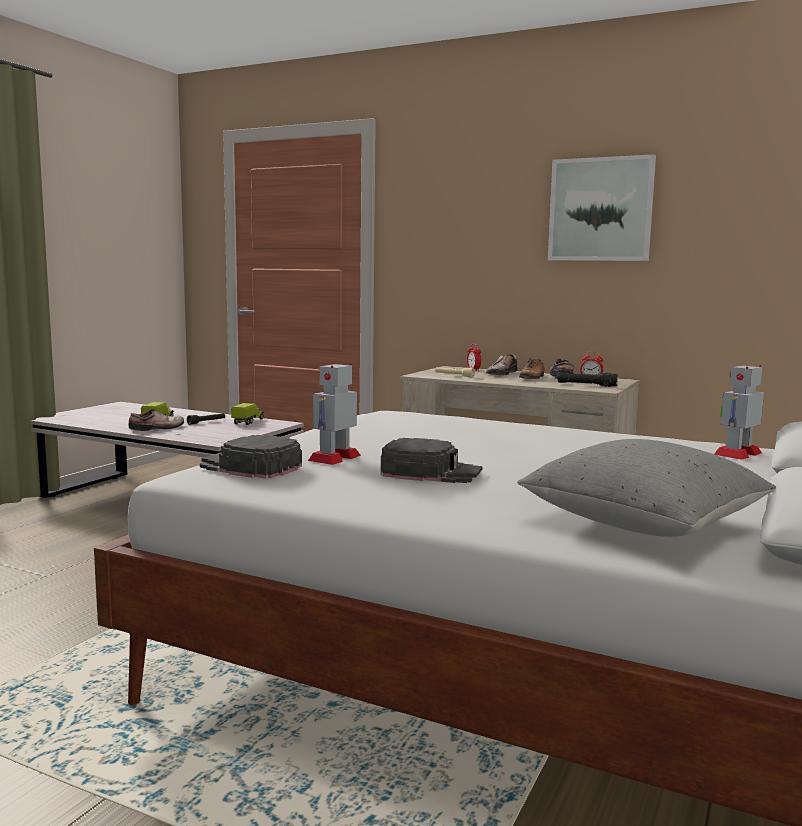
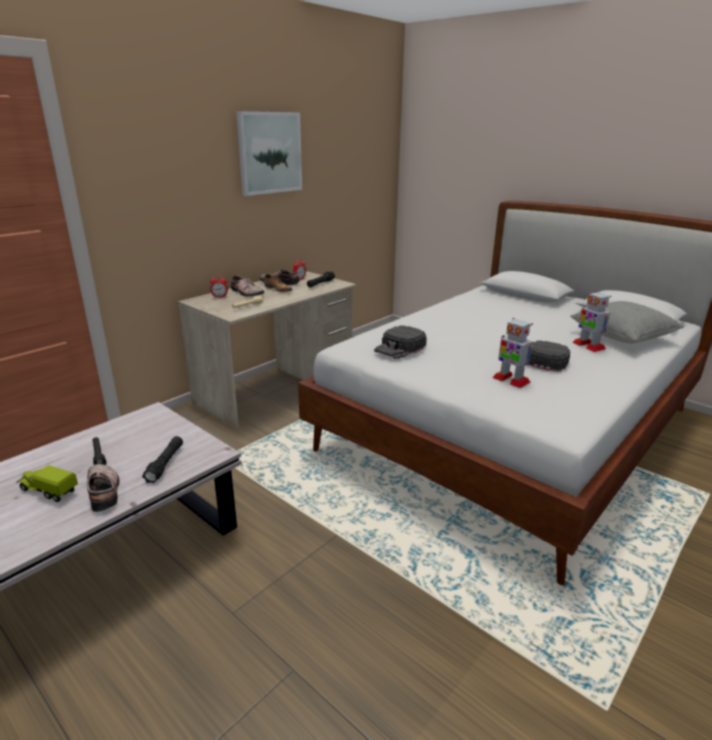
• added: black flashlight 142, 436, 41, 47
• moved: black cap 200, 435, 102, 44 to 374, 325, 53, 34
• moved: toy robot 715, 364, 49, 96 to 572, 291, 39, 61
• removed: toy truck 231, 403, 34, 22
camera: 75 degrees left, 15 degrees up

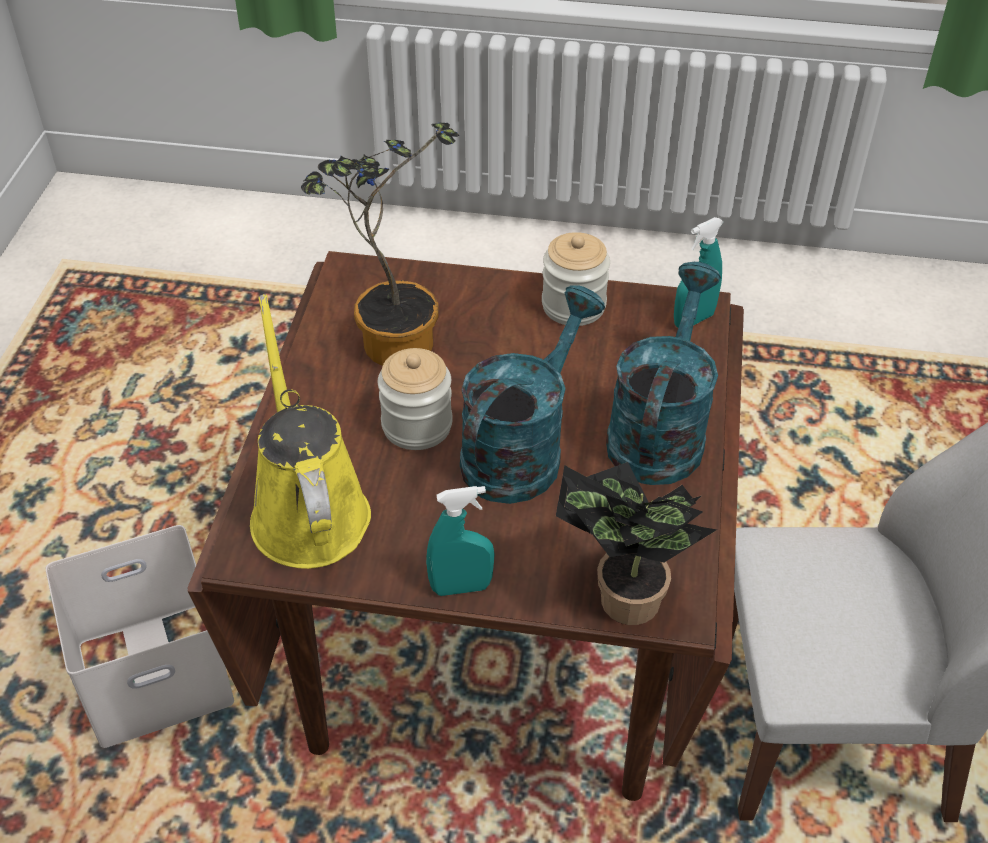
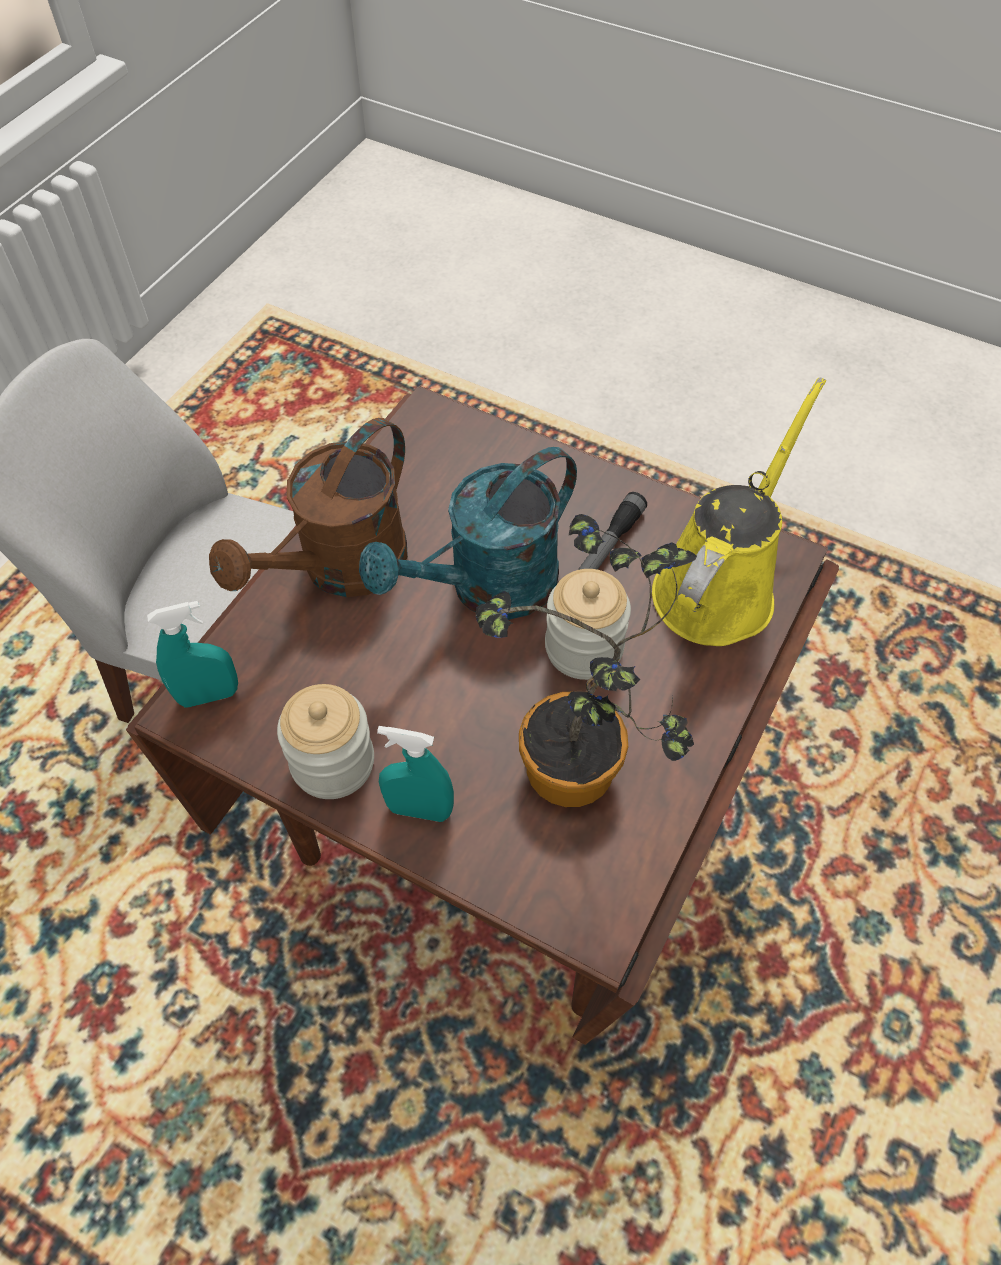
• recoloured: turquoise watering can 606, 262, 115, 223 to brown watering can 209, 418, 199, 179
• moved: turquoise spray bottle 426, 486, 69, 110 to 377, 726, 77, 96
• added: flashlight 578, 492, 69, 78
• turned: yellow watering can 250, 294, 121, 275 = 652, 378, 174, 268 150 degrees counterclockwise
• removed: white storage box 46, 525, 188, 223
• removed: potted plant 556, 462, 161, 163
camera: 160 degrees left, 10 degrees up

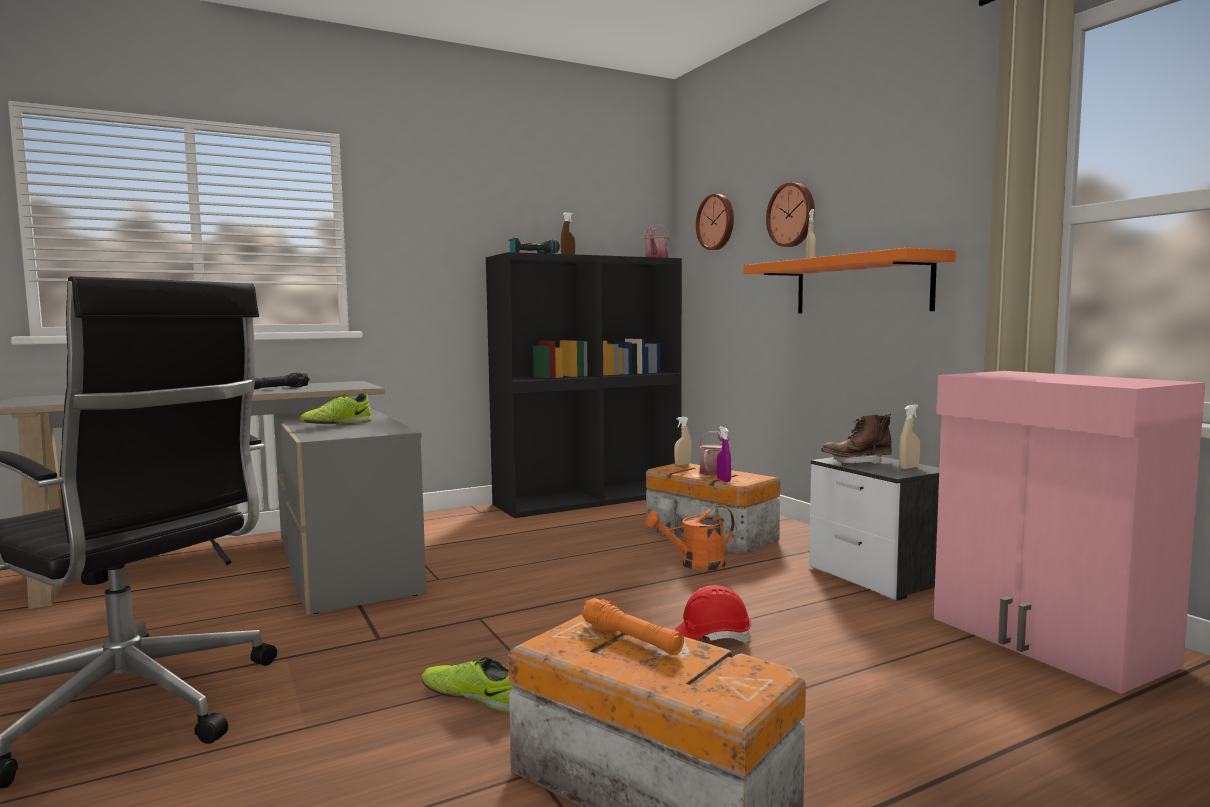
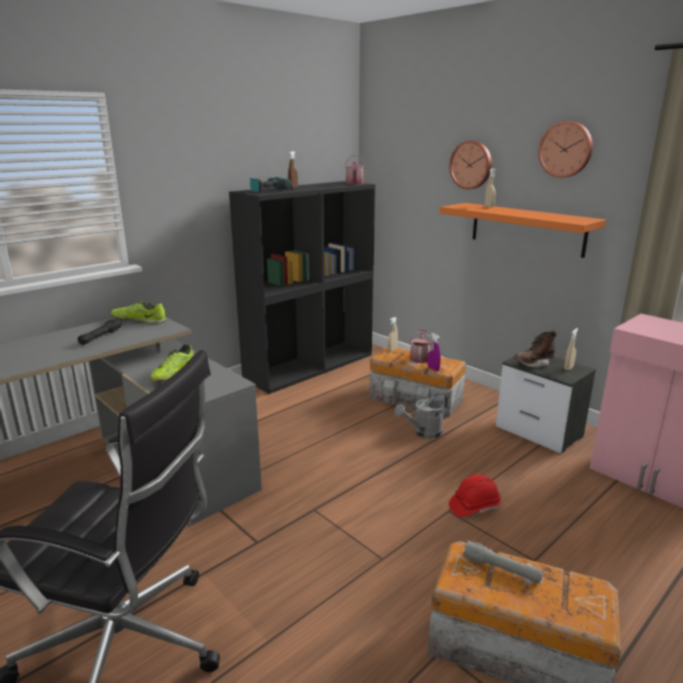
• moved: shoe 422, 657, 94, 56 to 111, 301, 55, 23
• recoloured: orange watering can 645, 506, 89, 65 to grey watering can 394, 392, 54, 46
• recoloured: orange flashlight 581, 598, 103, 57 to grey flashlight 463, 540, 80, 44
• moved: wall clock 696, 194, 38, 56 to 538, 121, 55, 57
camera: 15 degrees left, 15 degrees up

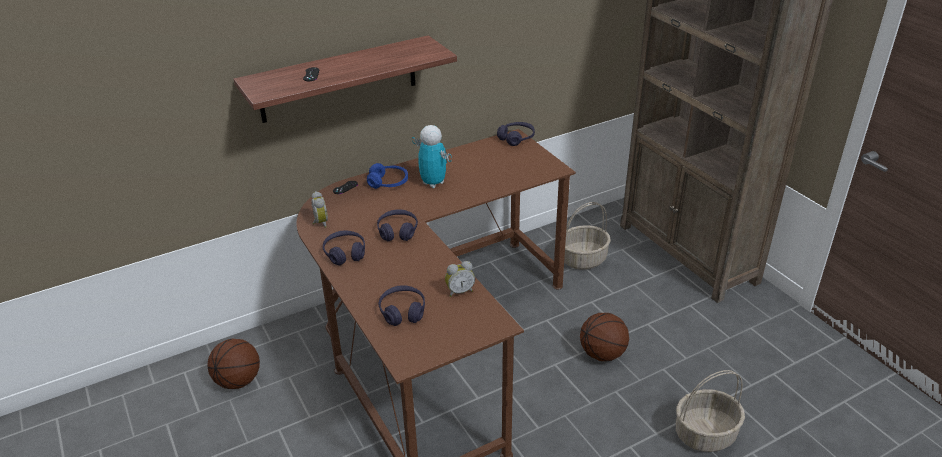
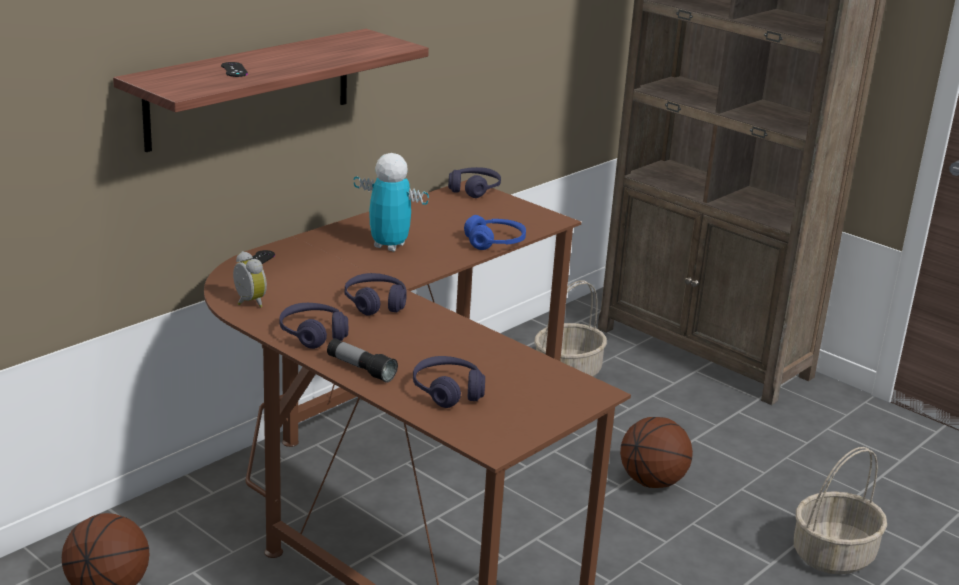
• added: flashlight 327, 338, 71, 45
• moved: blue headphones 367, 163, 41, 26 to 464, 215, 62, 35
• removed: alarm clock 445, 261, 30, 36
camera: 20 degrees left, 10 degrees down

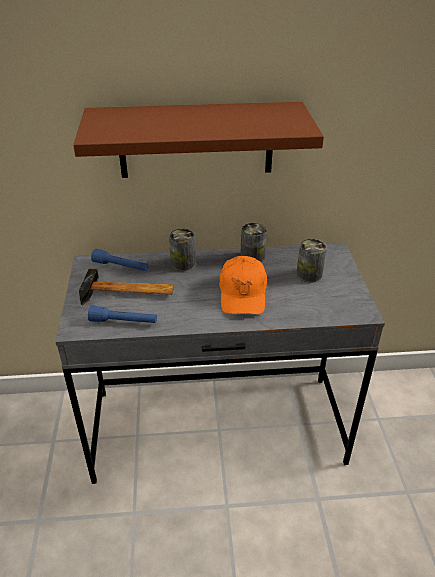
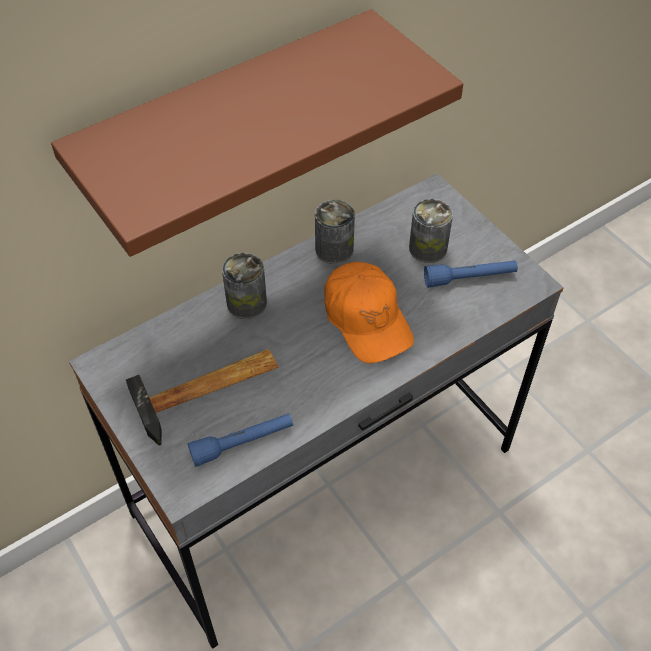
• moved: blue flashlight 91, 249, 58, 22 to 424, 260, 94, 28
camera: 30 degrees left, 15 degrees up

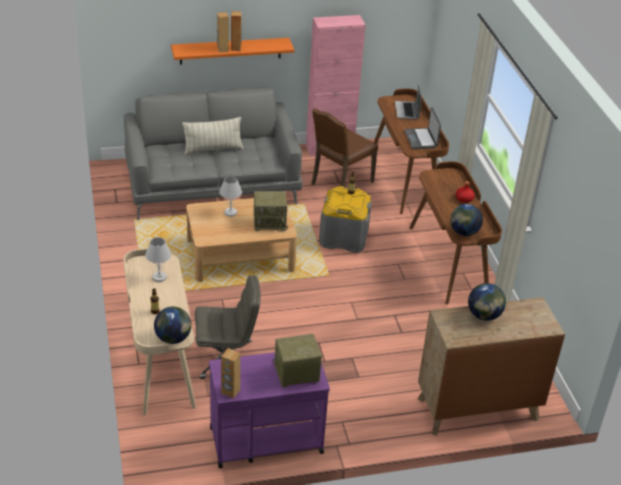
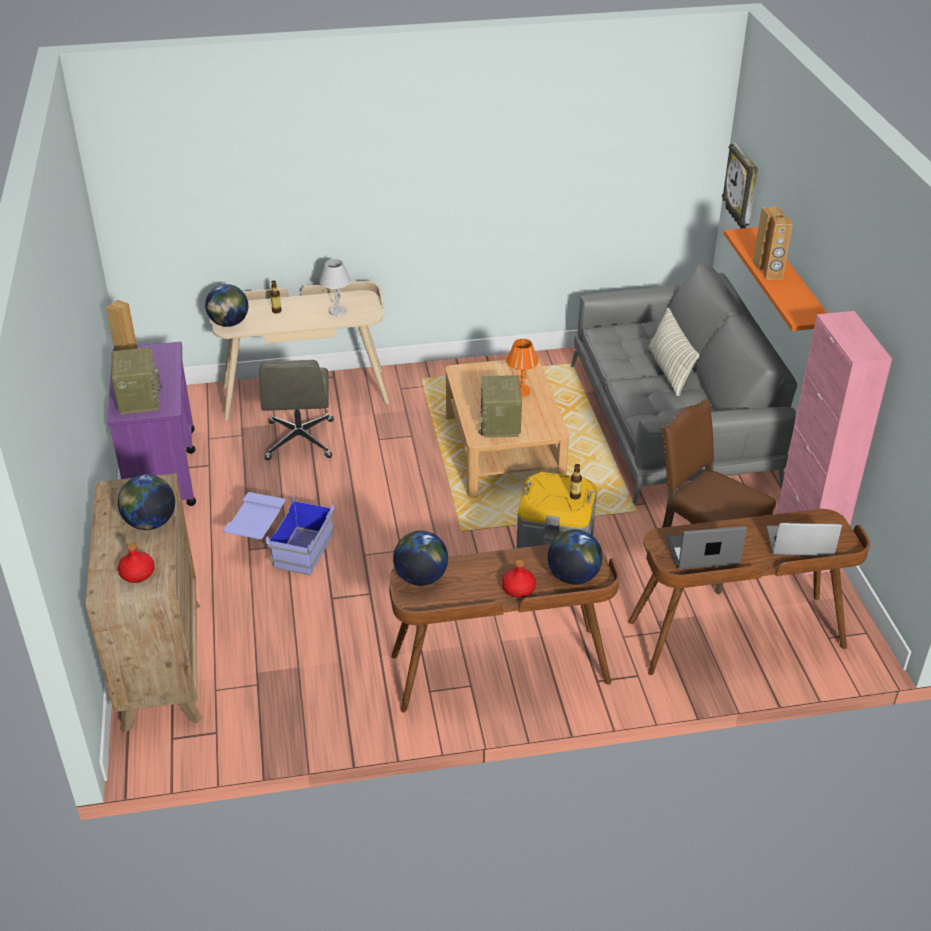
• added: red bottle 118, 543, 37, 40
• added: blue storage box 223, 492, 112, 83
• recoloured: white table lamp 219, 176, 23, 41 to orange table lamp 506, 339, 32, 58
• added: globe 548, 529, 55, 56
• added: wall clock 722, 143, 36, 86
camera: 95 degrees right, 0 degrees up

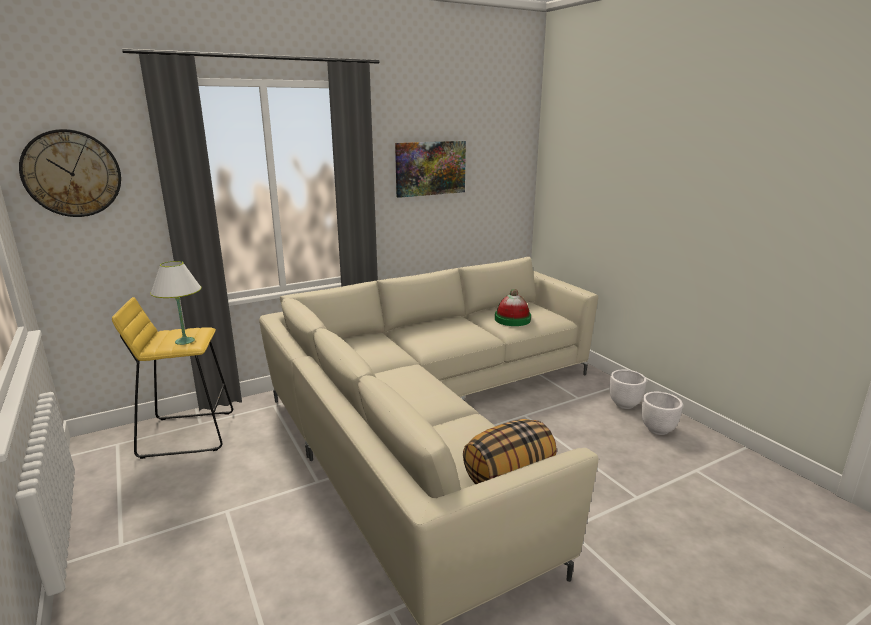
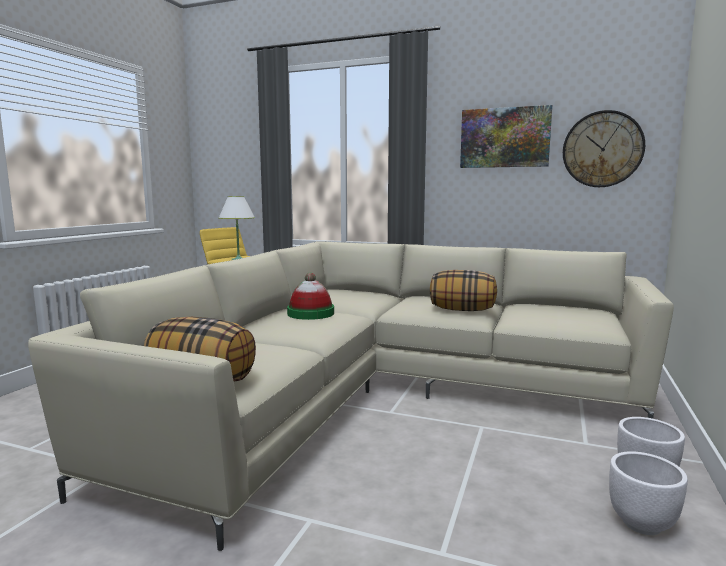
• moved: hat 495, 289, 36, 37 to 287, 273, 47, 47
• added: pillow 430, 270, 67, 41
• moved: wall clock 19, 129, 102, 88 to 563, 110, 82, 77
camera: 50 degrees right, 10 degrees down

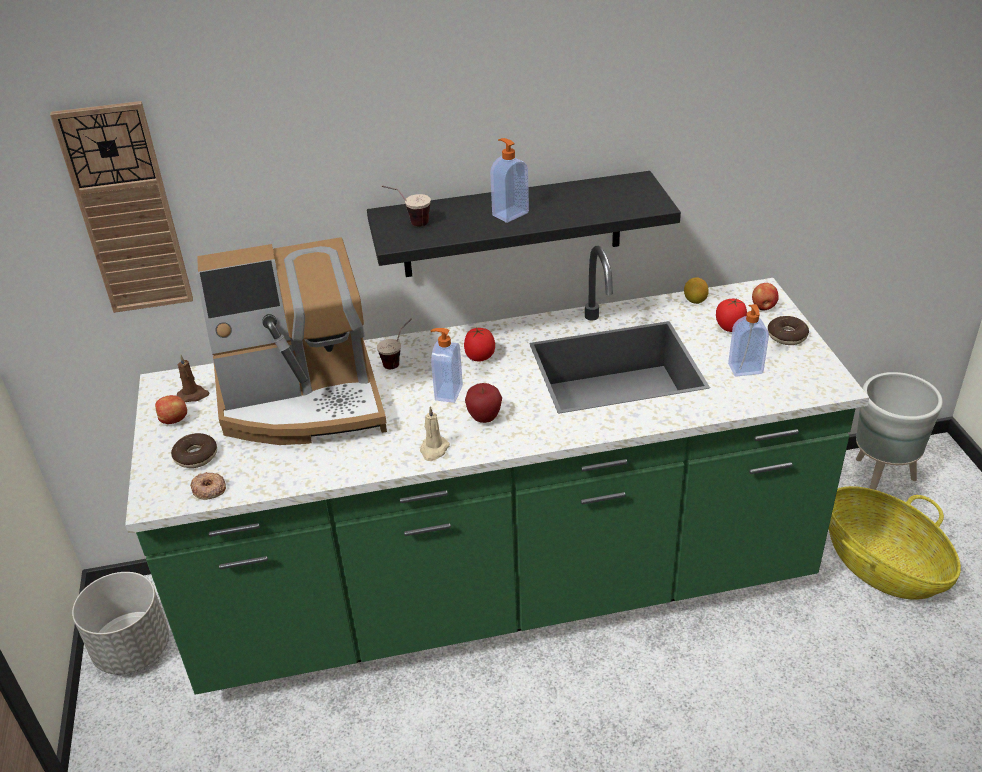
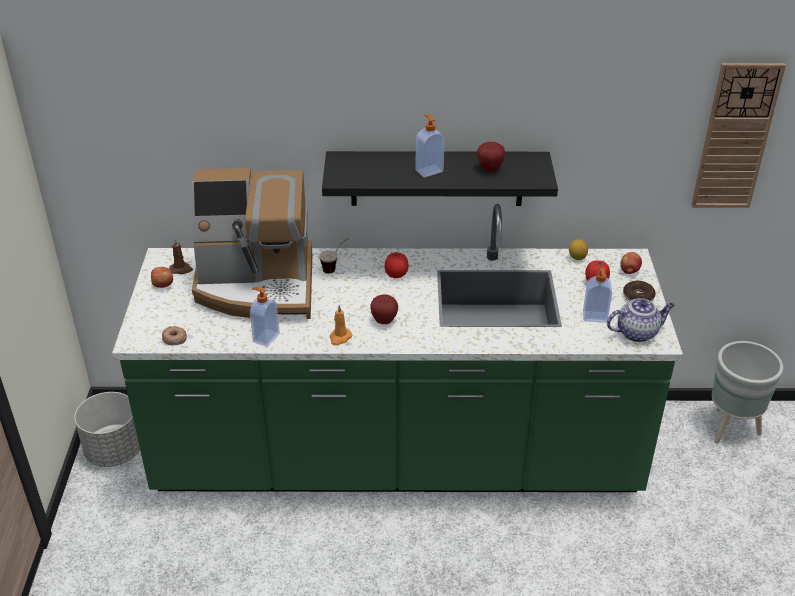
• moved: soap dispenser 430, 328, 33, 75 to 250, 287, 30, 60
• recoloured: beige candle 420, 406, 30, 55 to orange candle 329, 305, 23, 41
• added: apple 477, 142, 29, 30
• added: teapot 607, 298, 68, 44
• moved: wall clock 50, 101, 143, 212 to 691, 63, 95, 145
• removed: donut 171, 433, 46, 35
• removed: cup 381, 185, 50, 42
• removed: basket 829, 486, 132, 114
camera: 10 degrees right, 0 degrees up

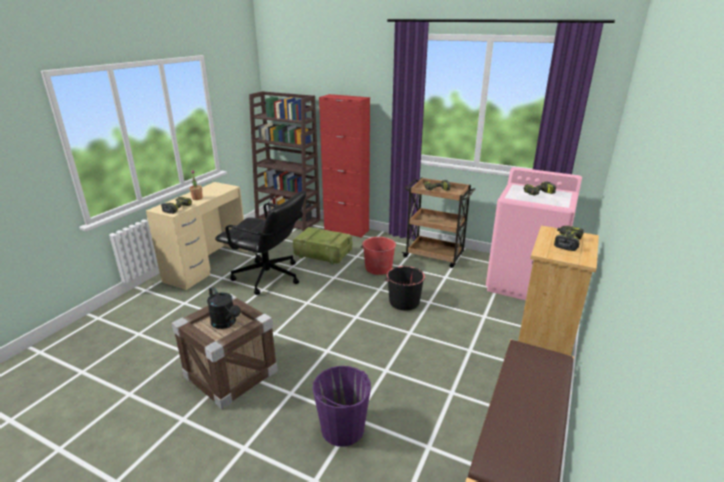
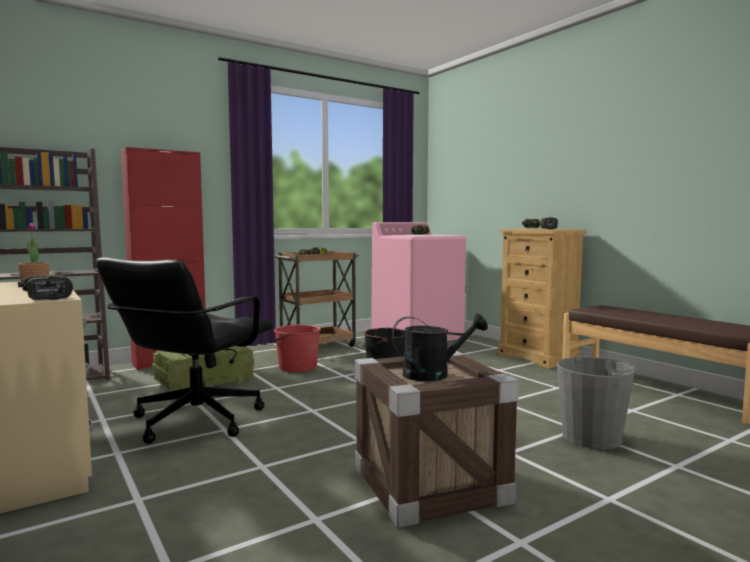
• turned: black office chair 215, 191, 91, 104 = 96, 257, 177, 187 150 degrees clockwise
• recoloured: purple bucket 312, 366, 59, 81 to grey bucket 557, 353, 79, 96
camera: 60 degrees left, 20 degrees down

